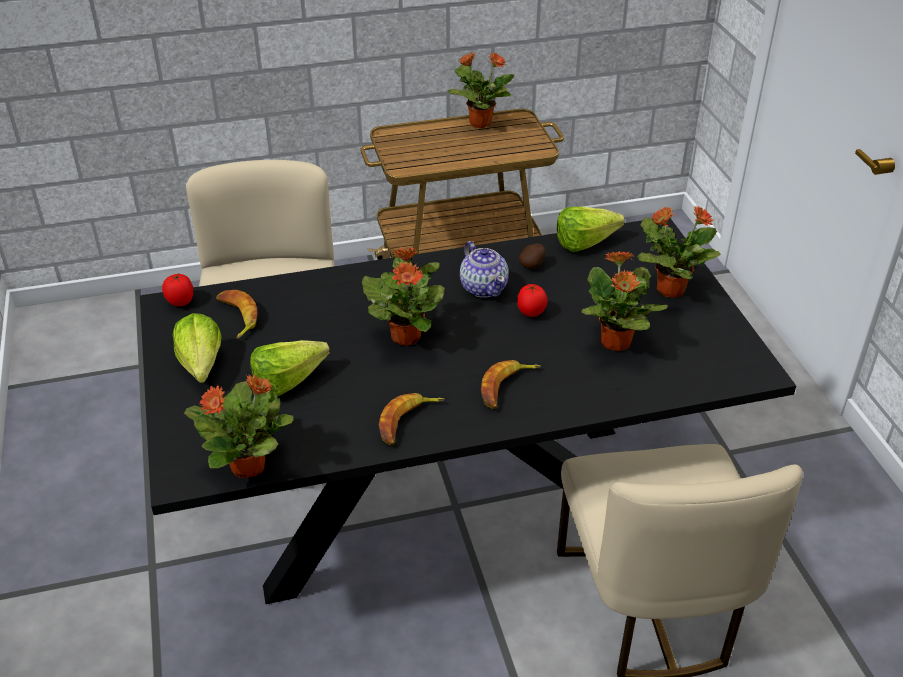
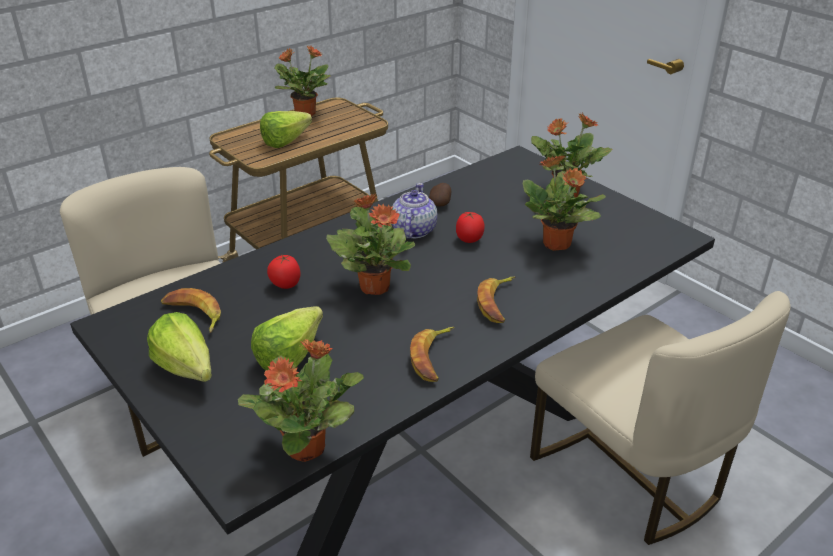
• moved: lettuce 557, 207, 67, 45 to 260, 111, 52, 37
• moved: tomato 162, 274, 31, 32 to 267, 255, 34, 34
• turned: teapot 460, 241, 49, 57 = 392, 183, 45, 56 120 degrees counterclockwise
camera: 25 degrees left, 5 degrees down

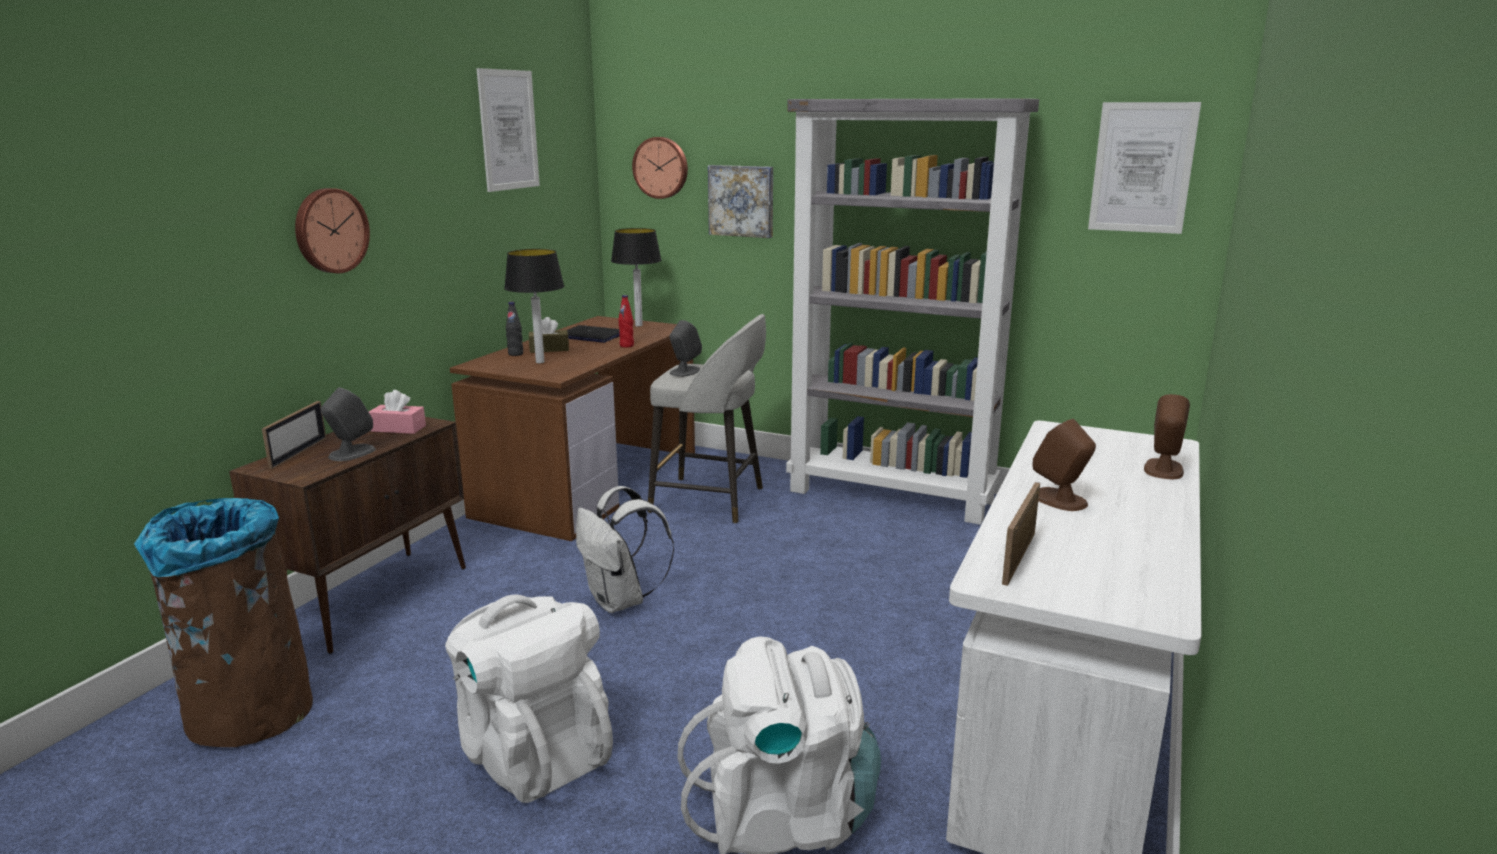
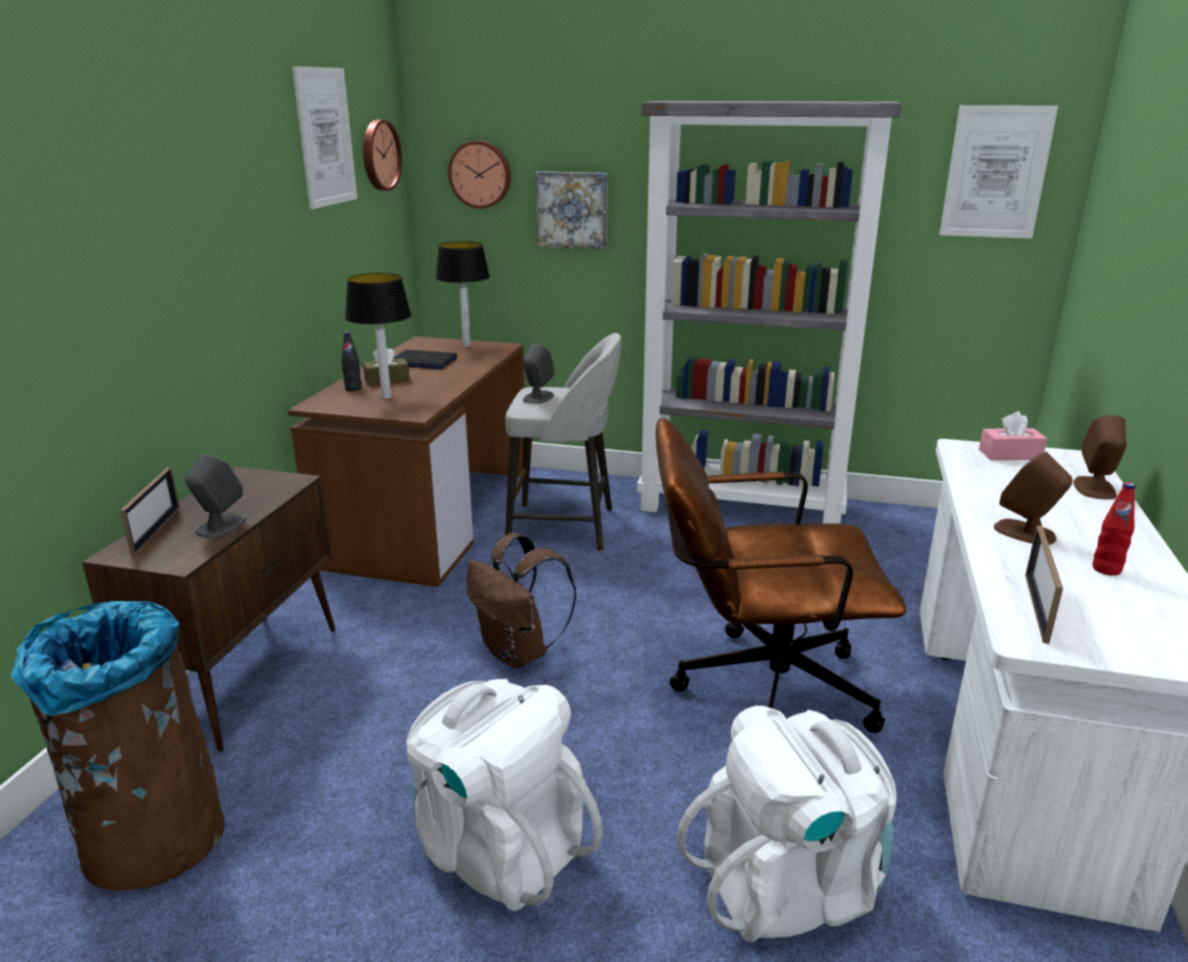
• moved: wall clock 295, 188, 75, 85 to 363, 120, 39, 71
• recoloured: white backpack 576, 486, 98, 127 to brown backpack 467, 533, 109, 136
• added: brown office chair 656, 418, 250, 315
• moved: pink tissue box 369, 390, 57, 44 to 979, 411, 68, 49
• moved: red bottle 618, 295, 16, 52 to 1092, 482, 44, 94
camera: 10 degrees left, 5 degrees up

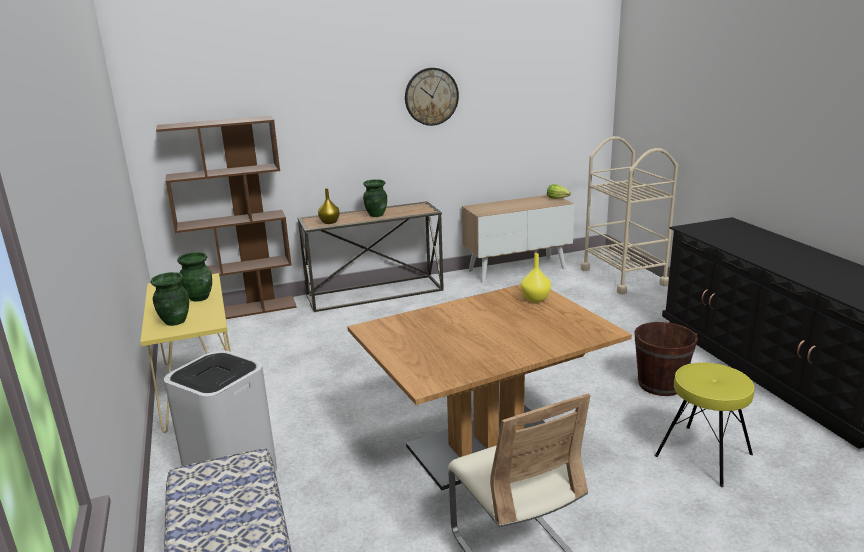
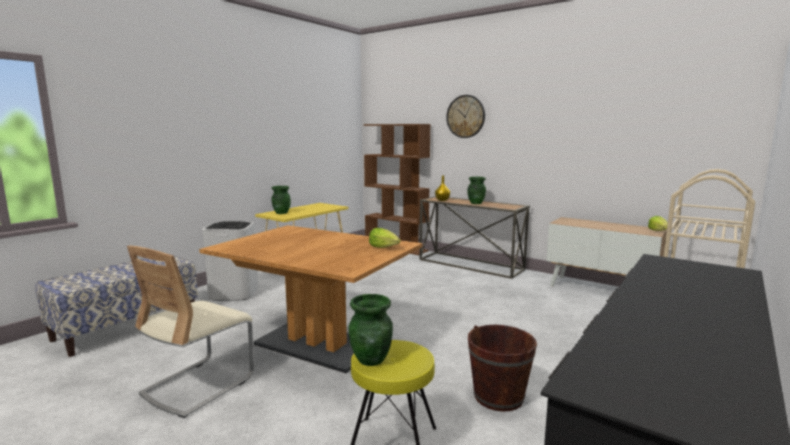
• moved: green vase 177, 252, 35, 50 to 349, 294, 44, 72
• replaced: yellow vase 521, 253, 30, 50 to lettuce 369, 228, 32, 20
• moved: wall clock 405, 68, 54, 58 to 446, 95, 39, 43
camera: 55 degrees right, 10 degrees down

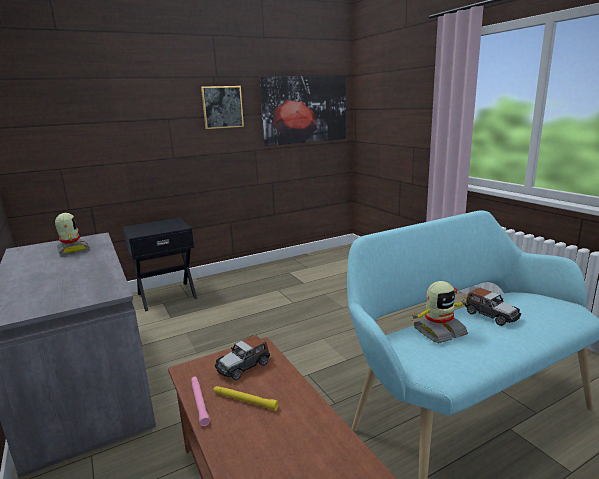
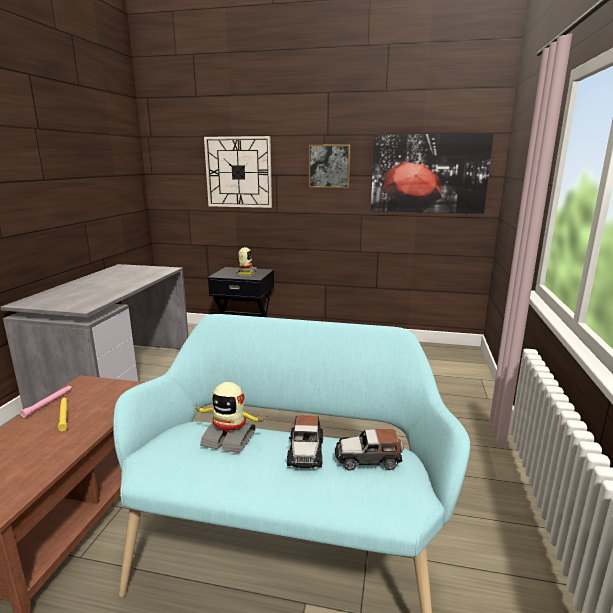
• added: wall clock 204, 136, 68, 72
• moved: toy robot 55, 213, 35, 43 to 236, 247, 22, 29
• moved: toy car 215, 335, 55, 45 to 335, 429, 69, 42
camera: 40 degrees right, 0 degrees up

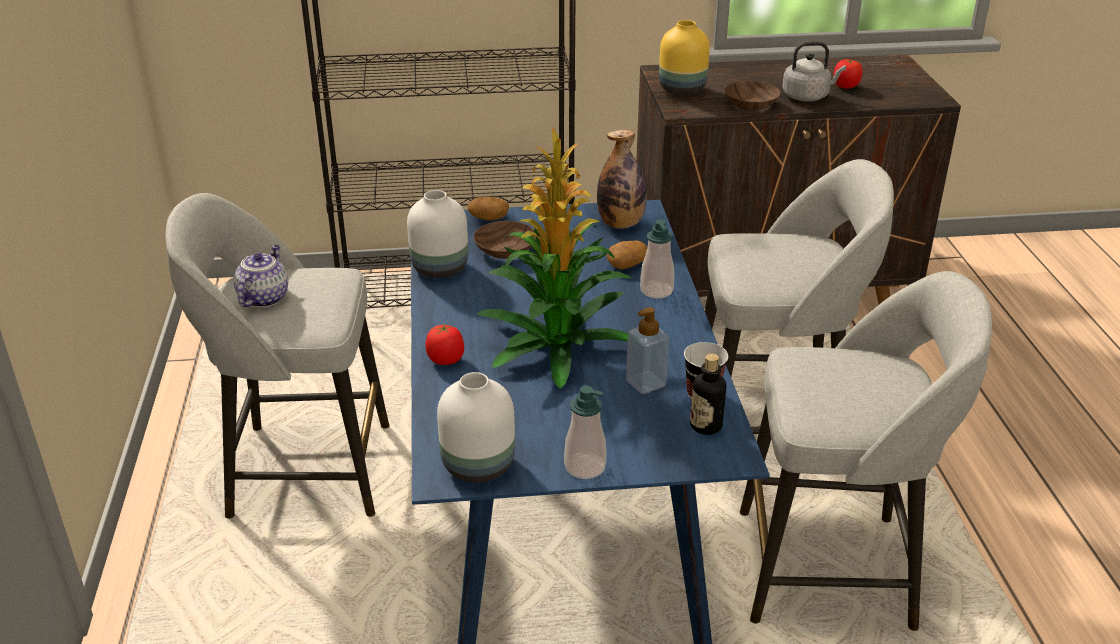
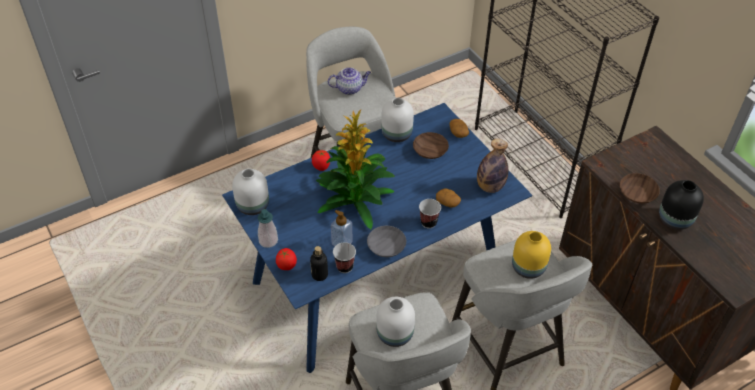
• moved: tomato 833, 59, 30, 30 to 276, 248, 21, 22
• added: grey bowl 367, 226, 39, 31
• added: white vase 376, 297, 39, 50
• replaced: soap dispenser 640, 220, 34, 78 to cup 419, 199, 22, 29
• moved: yellow vase 659, 20, 51, 75 to 512, 231, 39, 48
• replaced: grey kettle 782, 41, 64, 60 to black vase 659, 180, 45, 50
camera: 65 degrees right, 15 degrees up

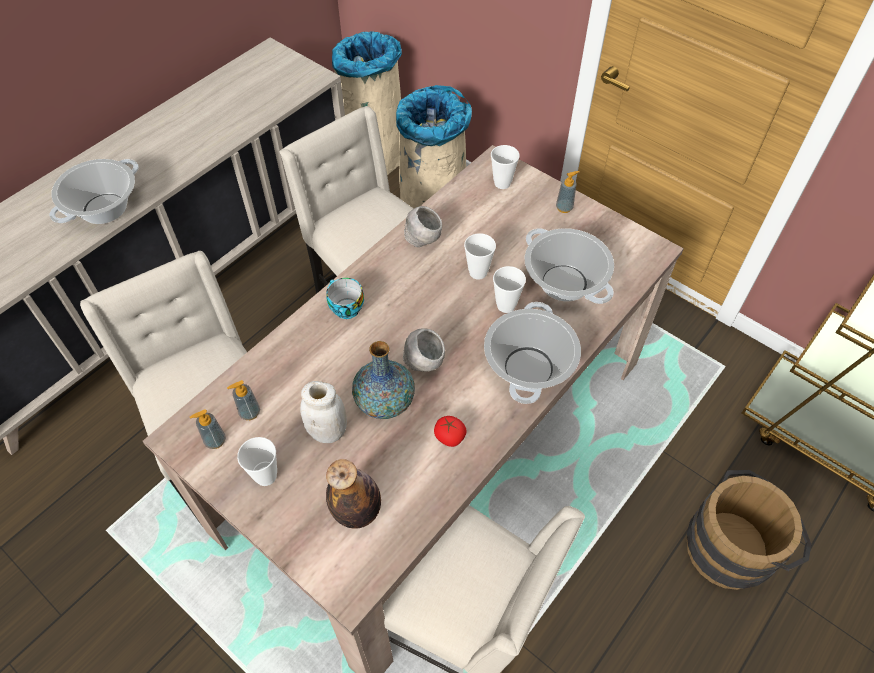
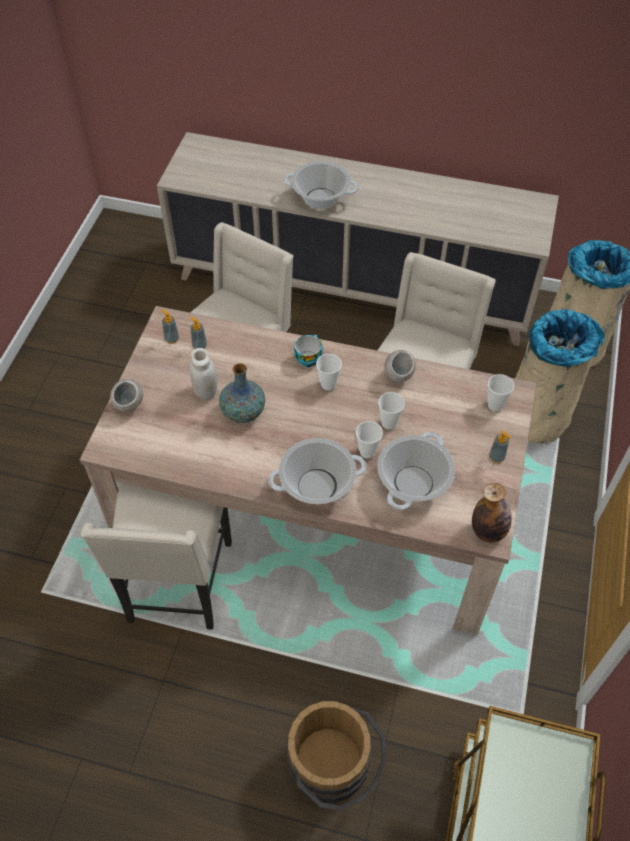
• moved: grey bowl 403, 328, 42, 44 to 110, 379, 33, 33
• moved: cup 237, 437, 40, 49 to 316, 354, 26, 36
• moved: bottle 326, 459, 55, 70 to 472, 483, 40, 60
• removed: tomato 434, 416, 33, 31
camera: 65 degrees right, 0 degrees up

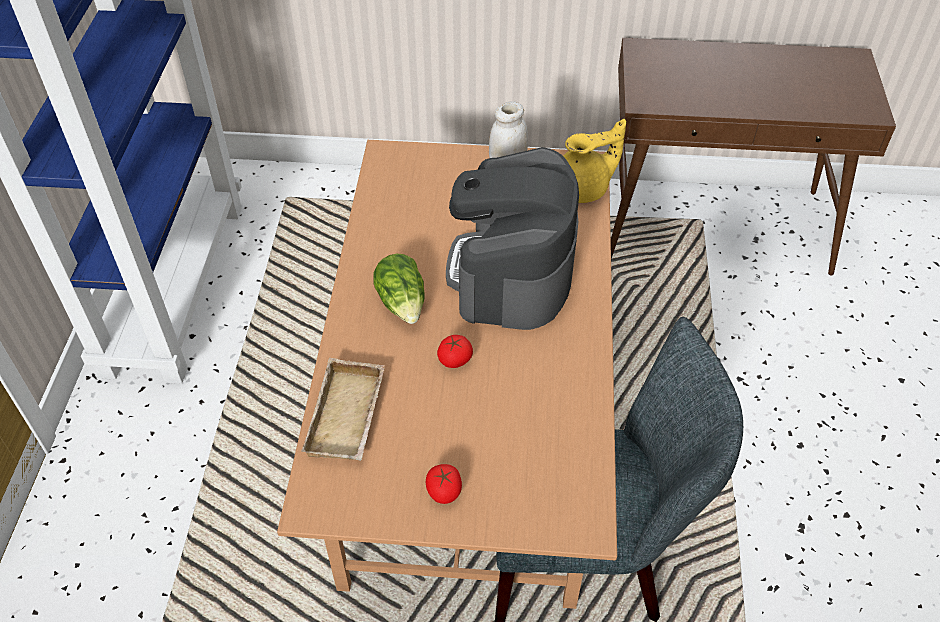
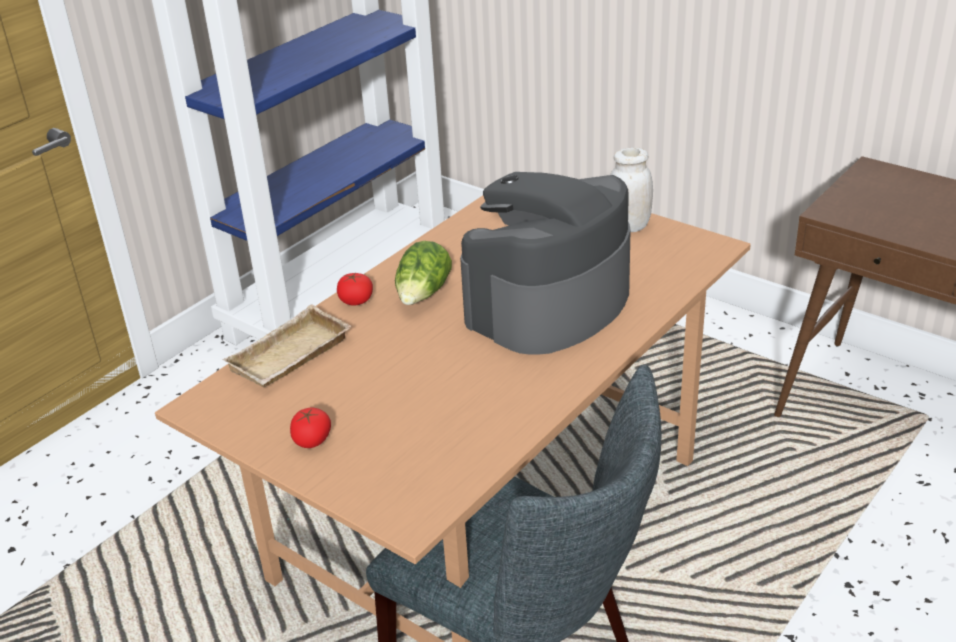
• moved: tomato 437, 335, 36, 33 to 337, 272, 36, 34
• removed: yellow teapot 563, 119, 63, 84
camera: 35 degrees right, 15 degrees down

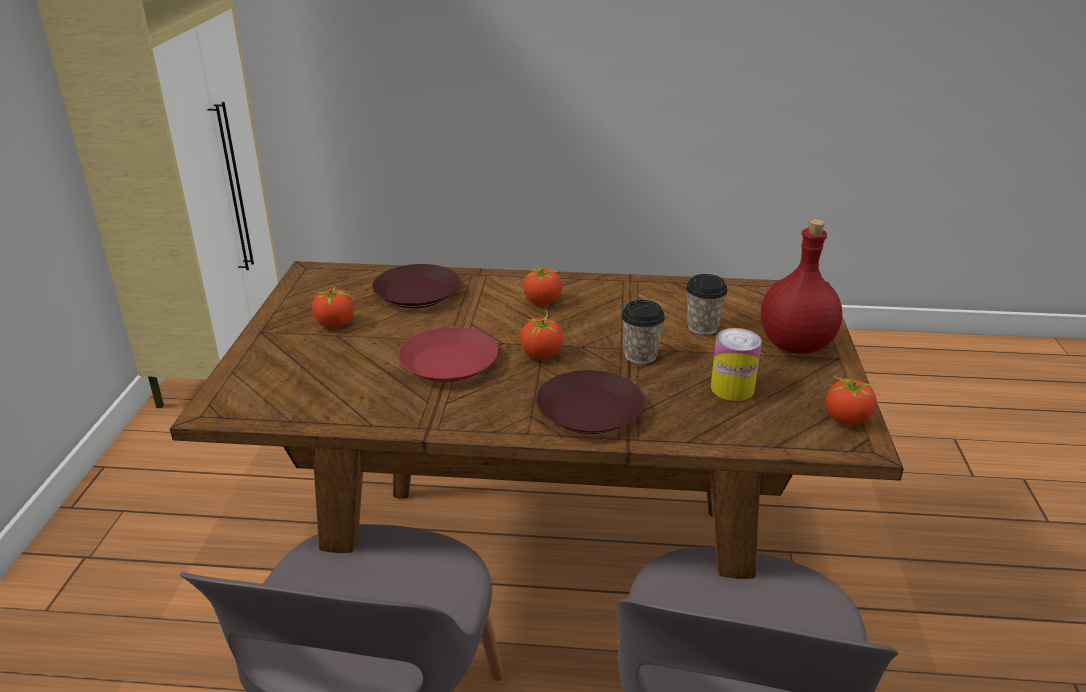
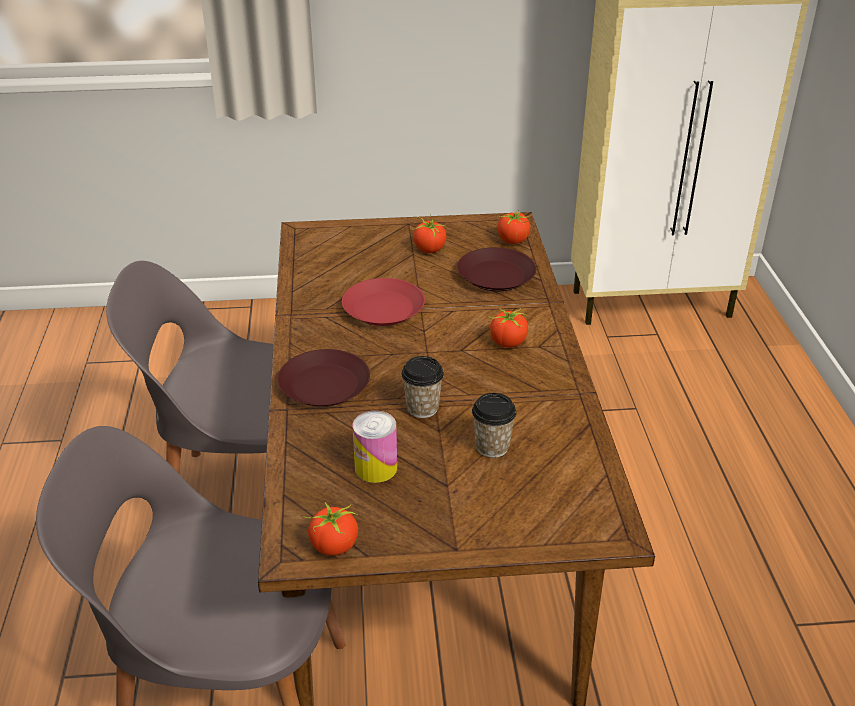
• moved: tomato 520, 309, 43, 50 to 497, 211, 36, 33
• removed: red bottle 761, 219, 81, 135
camera: 80 degrees right, 5 degrees up

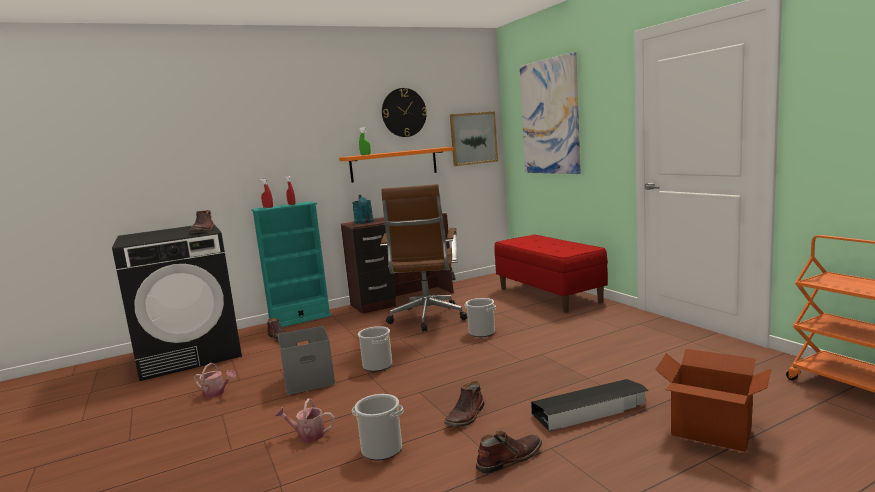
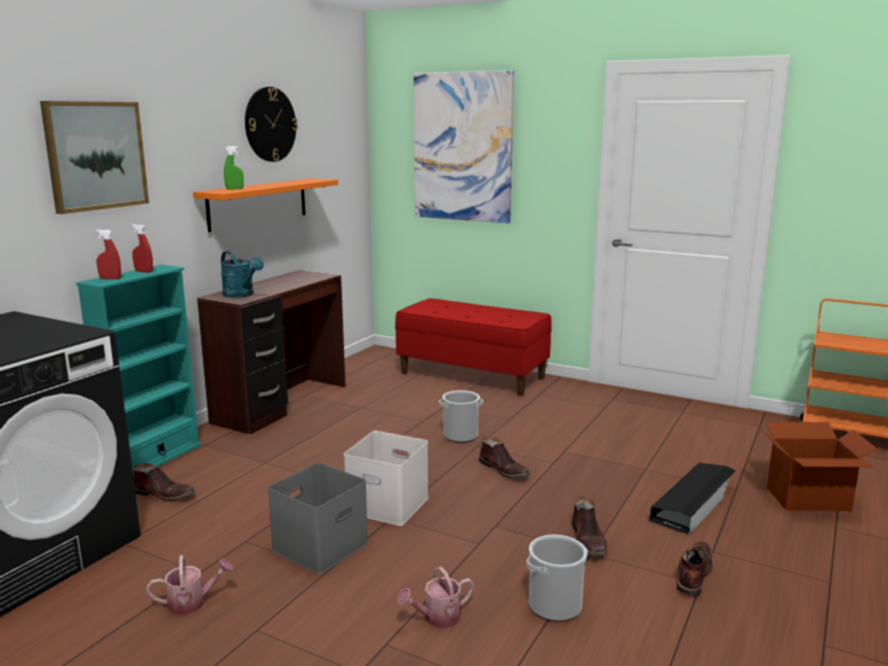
• moved: picture 450, 111, 48, 55 to 40, 101, 109, 113
• replaced: bucket 358, 326, 34, 46 to white storage box 344, 431, 85, 95
• moved: brown boot 189, 210, 26, 23 to 479, 437, 51, 42
• removed: brown office chair 380, 184, 87, 148
camera: 35 degrees left, 5 degrees up

